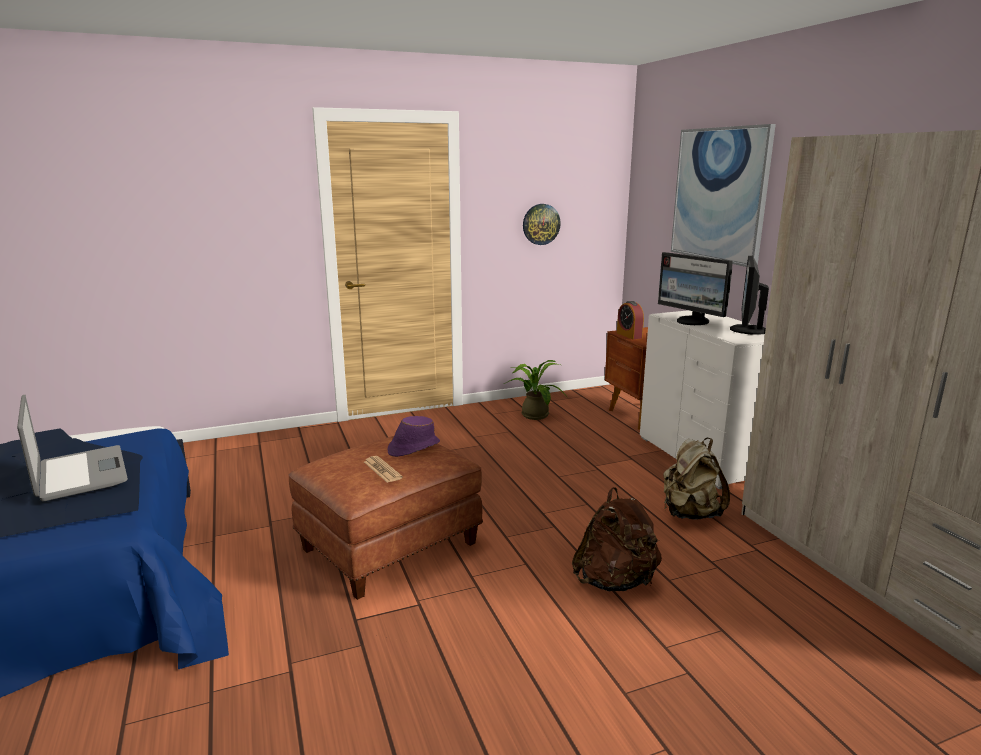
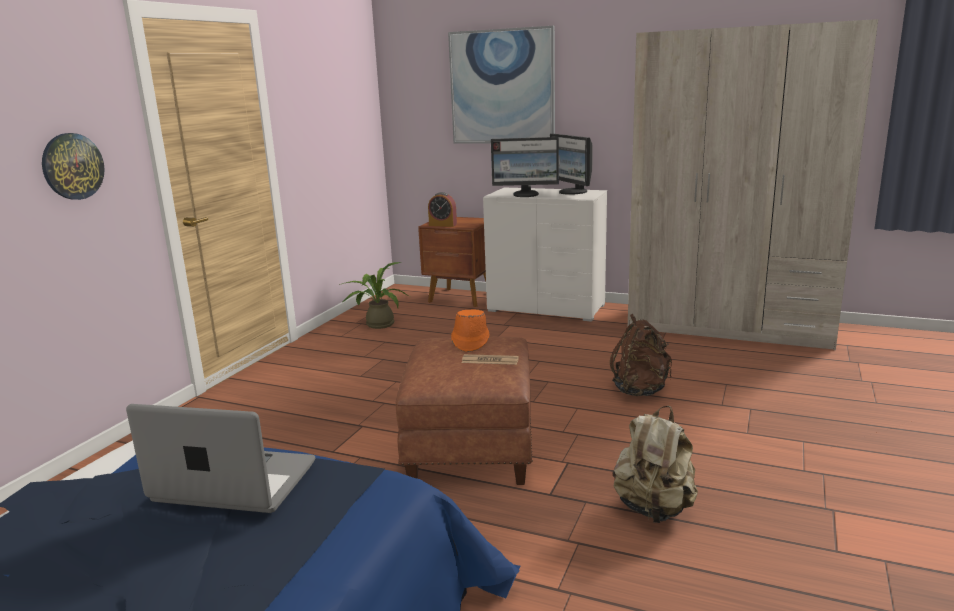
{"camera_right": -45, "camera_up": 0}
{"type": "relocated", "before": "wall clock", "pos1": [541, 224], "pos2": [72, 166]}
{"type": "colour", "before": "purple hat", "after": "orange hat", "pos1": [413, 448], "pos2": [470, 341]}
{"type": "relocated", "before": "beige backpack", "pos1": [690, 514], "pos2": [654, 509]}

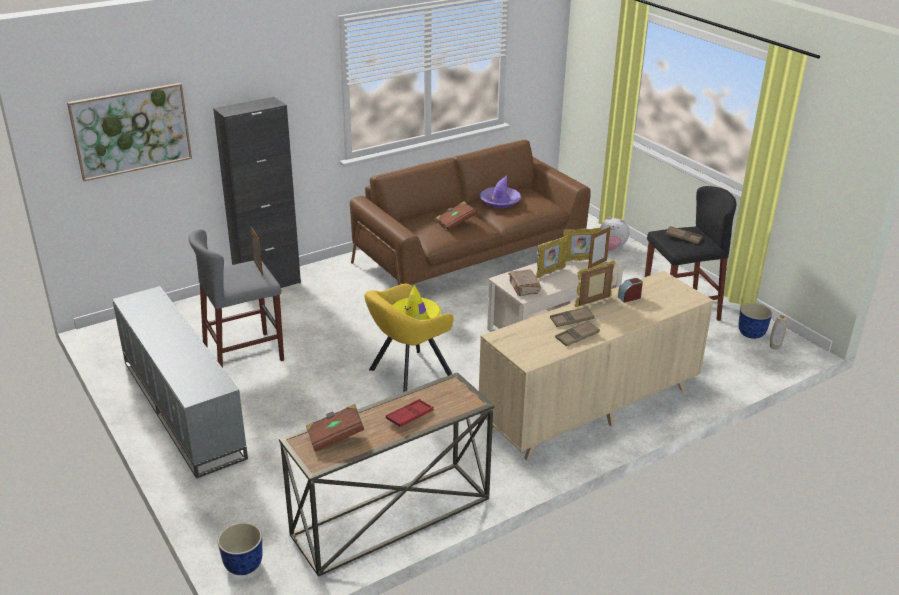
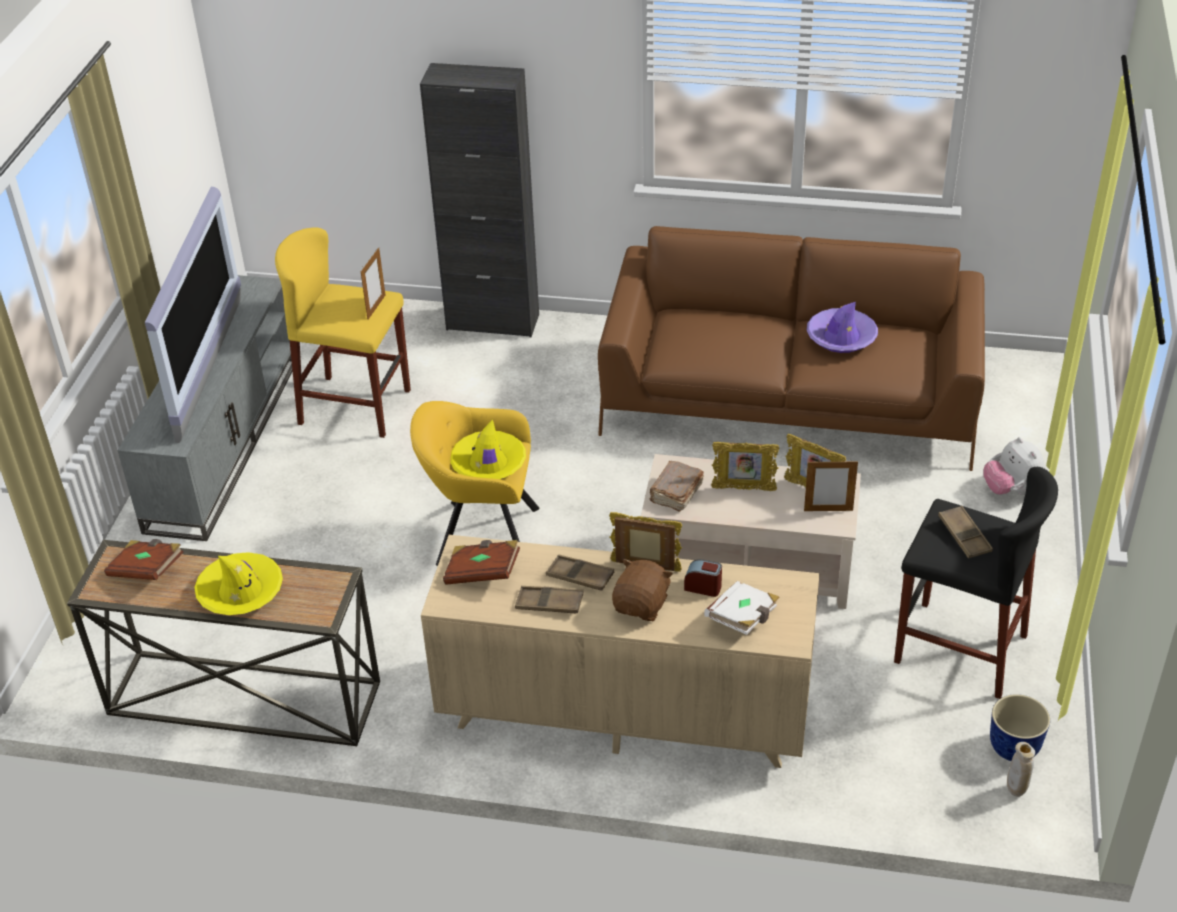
{"camera_right": 45, "camera_up": 10}
{"type": "missing", "before": "picture", "pos1": [131, 130]}
{"type": "relocated", "before": "brown book", "pos1": [455, 222], "pos2": [482, 572]}
{"type": "colour", "before": "grey stool", "after": "yellow stool", "pos1": [243, 354], "pos2": [355, 407]}
{"type": "exchanged", "before": "red tray", "after": "yellow hat", "pos1": [409, 416], "pos2": [240, 591]}
{"type": "missing", "before": "planter", "pos1": [243, 566]}
{"type": "appeared", "after": "television", "pos2": [212, 369]}
{"type": "appeared", "after": "brown plush toy", "pos2": [642, 605]}
{"type": "appeared", "after": "white book", "pos2": [742, 618]}

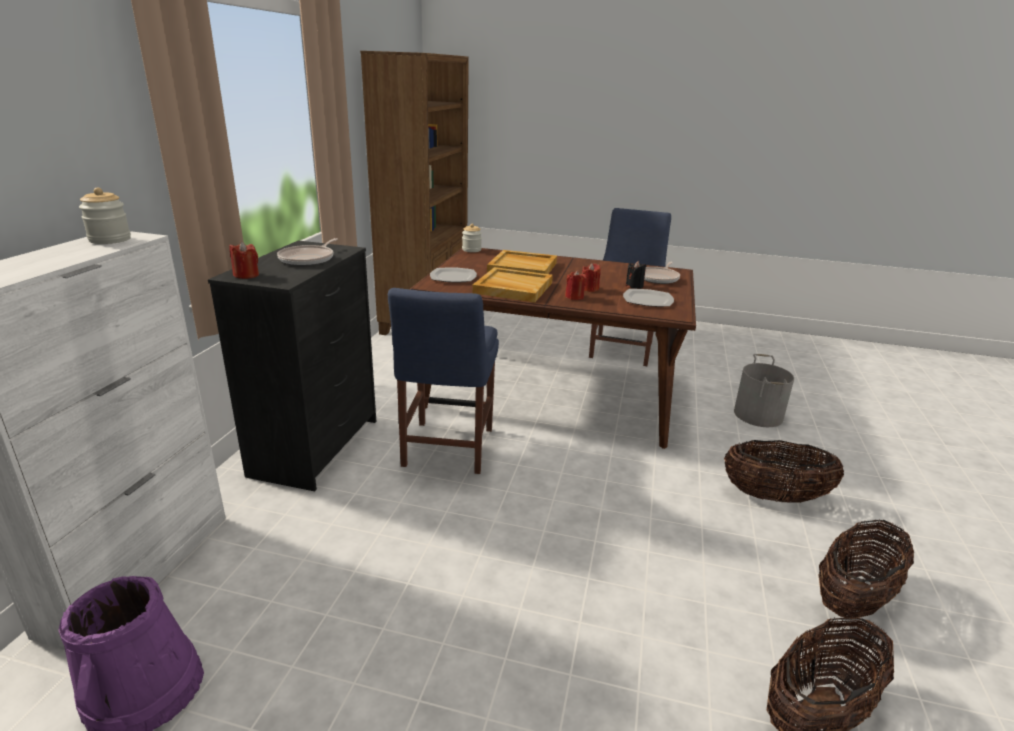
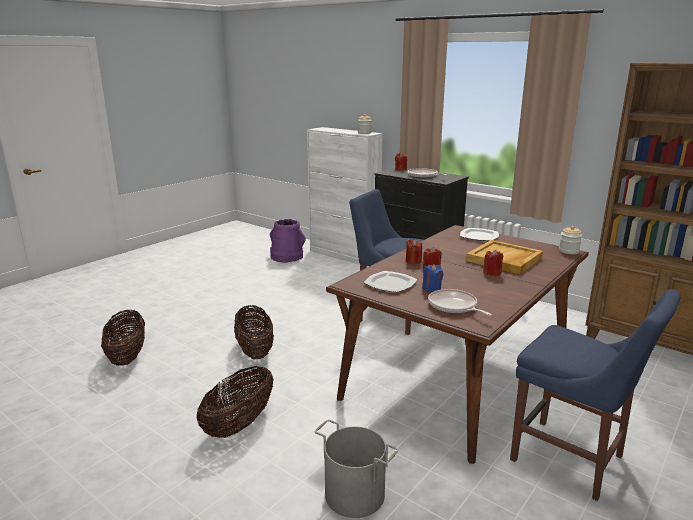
{"camera_right": 115, "camera_up": -5}
{"type": "colour", "before": "black candle", "after": "blue candle", "pos1": [634, 286], "pos2": [432, 288]}
{"type": "missing", "before": "beige tray", "pos1": [512, 288]}
{"type": "relocated", "before": "basket", "pos1": [853, 598], "pos2": [255, 351]}
{"type": "appeared", "after": "red candle", "pos2": [492, 273]}

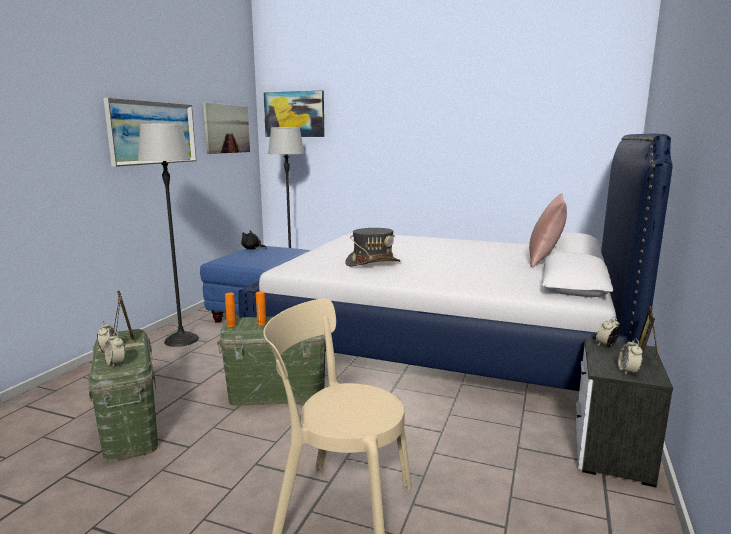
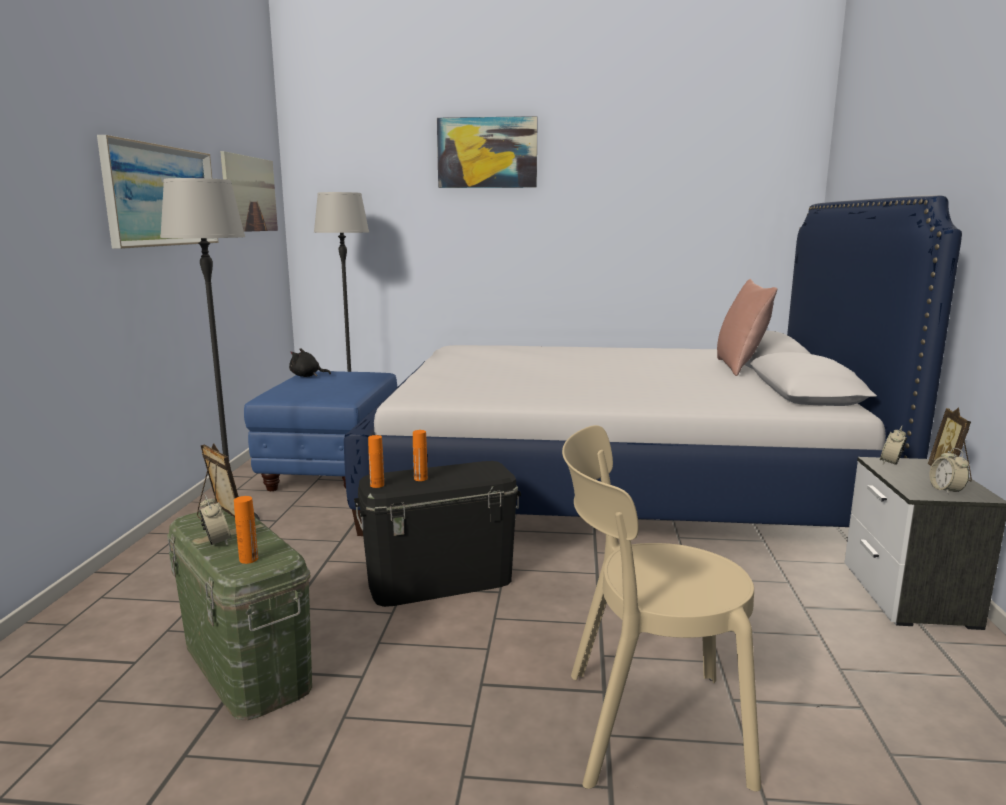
{"camera_right": -15, "camera_up": 0}
{"type": "relocated", "before": "picture", "pos1": [294, 114], "pos2": [487, 153]}
{"type": "missing", "before": "grey hat", "pos1": [373, 263]}
{"type": "colour", "before": "green storage box", "after": "black storage box", "pos1": [277, 393], "pos2": [440, 581]}
{"type": "exchanged", "before": "alarm clock", "after": "orange bottle", "pos1": [116, 364], "pos2": [248, 559]}

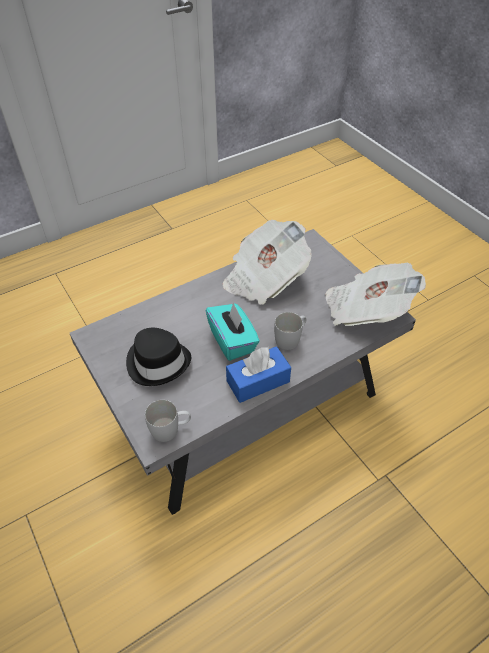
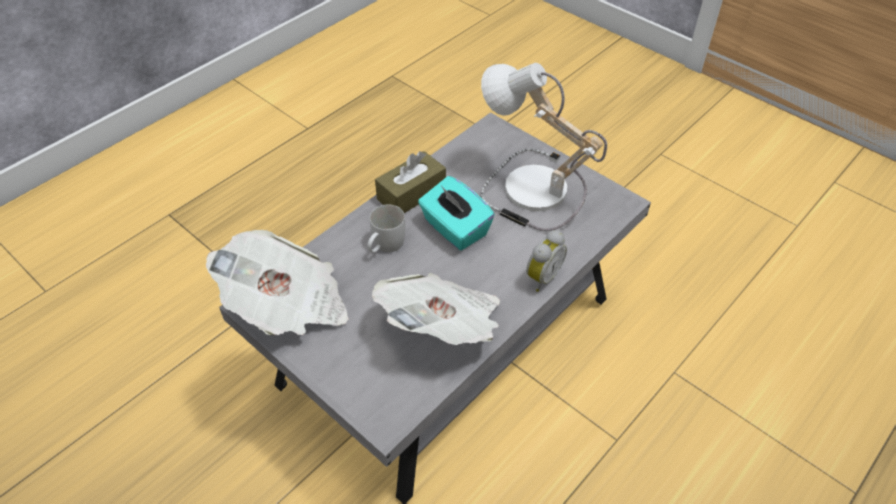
{"camera_right": 165, "camera_up": 0}
{"type": "exchanged", "before": "black hat", "after": "table lamp", "pos1": [158, 362], "pos2": [528, 191]}
{"type": "colour", "before": "blue tissue box", "after": "brown tissue box", "pos1": [258, 381], "pos2": [411, 193]}
{"type": "missing", "before": "white mug", "pos1": [170, 429]}
{"type": "appeared", "after": "alarm clock", "pos2": [541, 277]}

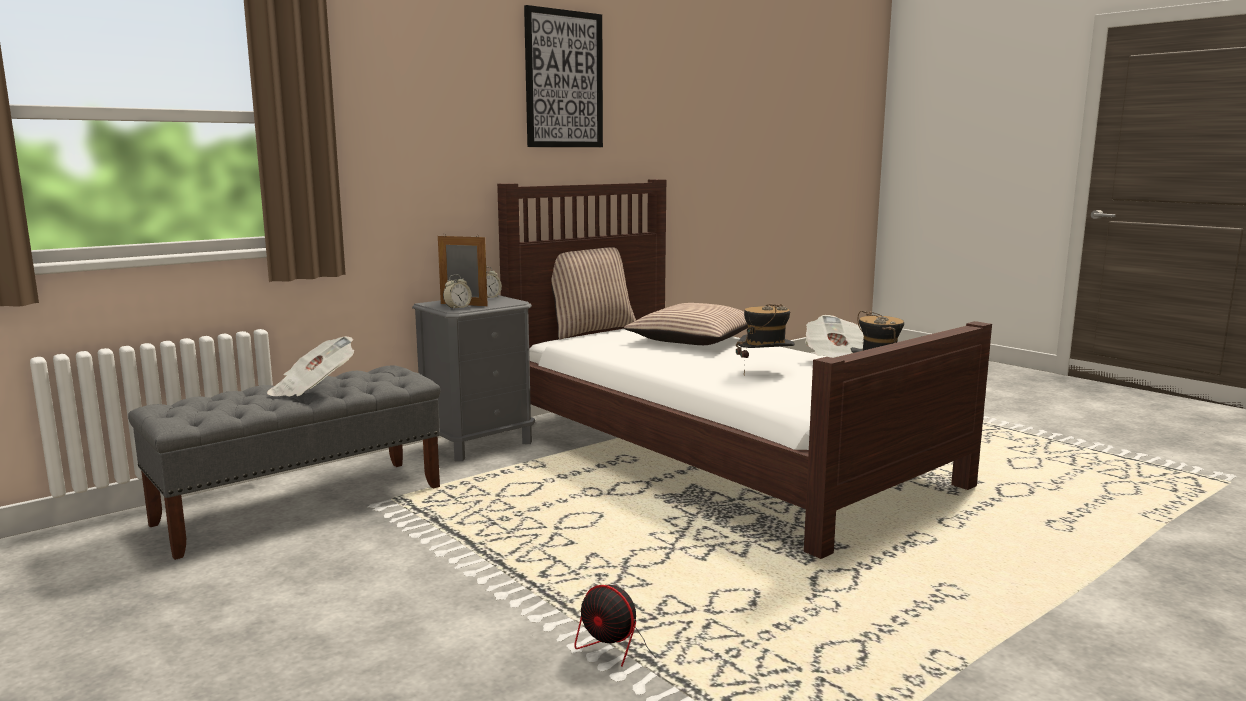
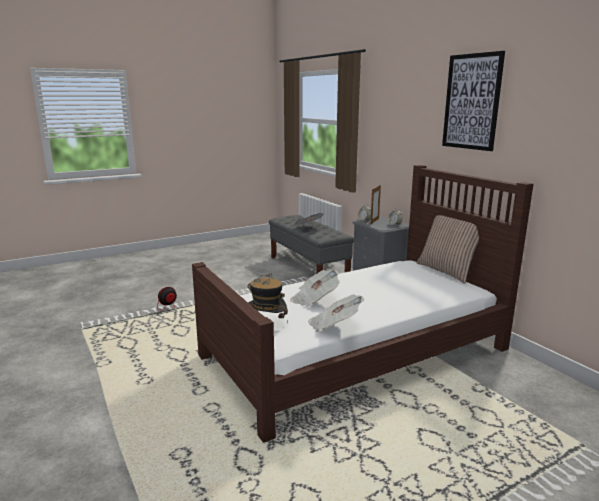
{"camera_right": 100, "camera_up": 5}
{"type": "missing", "before": "pillow", "pos1": [693, 339]}
{"type": "exchanged", "before": "hat", "after": "newspaper", "pos1": [764, 371], "pos2": [314, 300]}

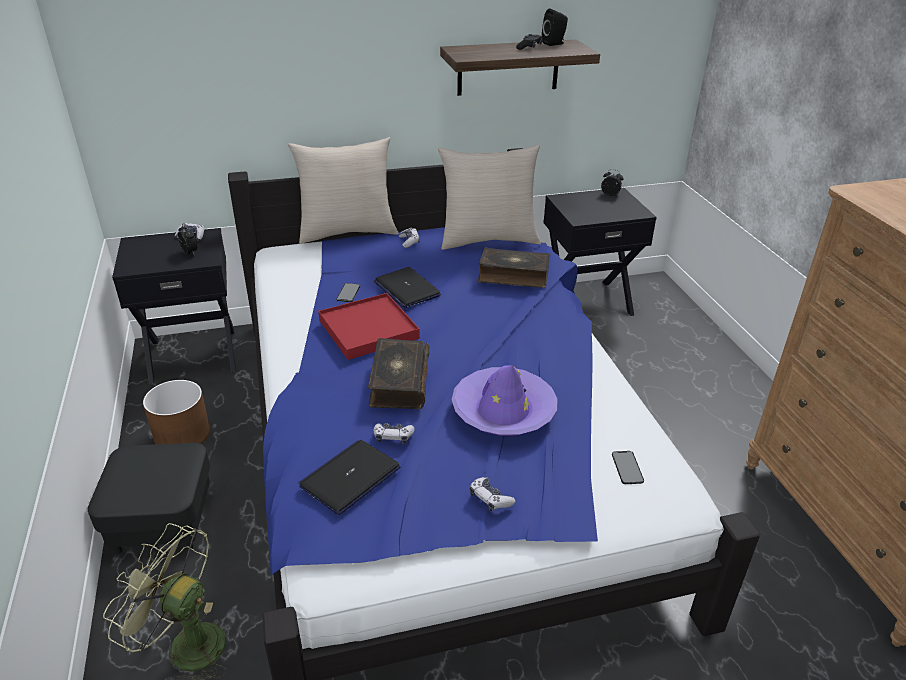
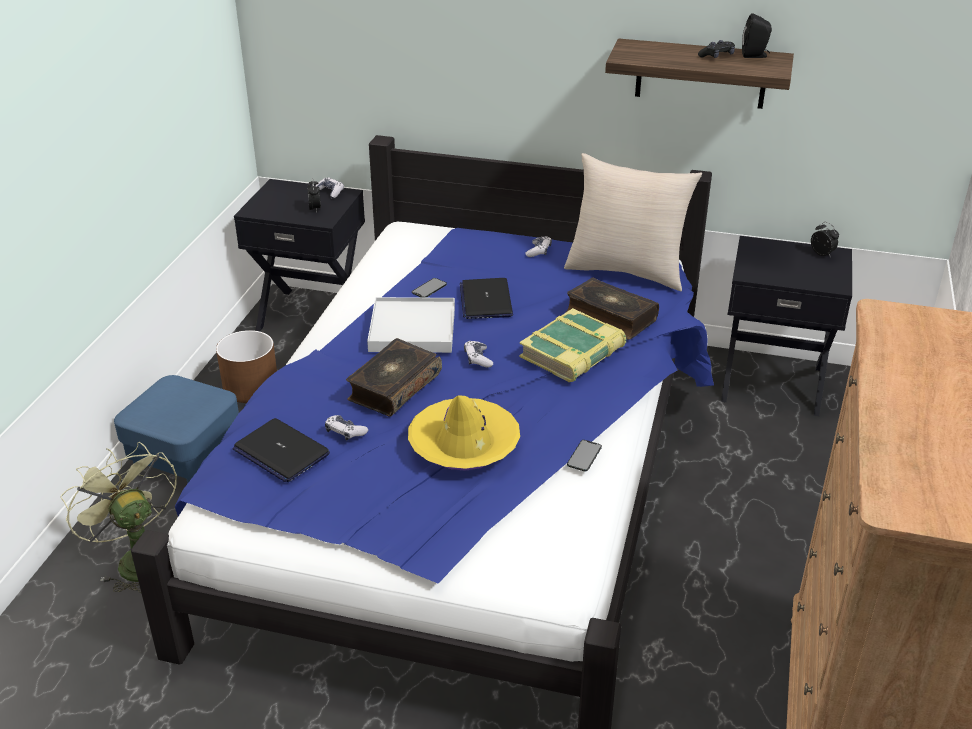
{"camera_right": 30, "camera_up": 0}
{"type": "missing", "before": "beige pillow", "pos1": [347, 232]}
{"type": "colour", "before": "red tray", "after": "white tray", "pos1": [368, 329], "pos2": [413, 329]}
{"type": "colour", "before": "purple hat", "after": "yellow hat", "pos1": [503, 410], "pos2": [464, 444]}
{"type": "spun", "before": "laptop", "pos1": [350, 477], "pos2": [281, 452], "turn": -120}
{"type": "colour", "before": "black ottoman", "after": "blue ottoman", "pos1": [163, 521], "pos2": [185, 456]}
{"type": "relocated", "before": "phone", "pos1": [627, 467], "pos2": [584, 456]}
{"type": "relocated", "before": "game controller", "pos1": [490, 499], "pos2": [478, 359]}
{"type": "appeared", "after": "book", "pos2": [573, 353]}

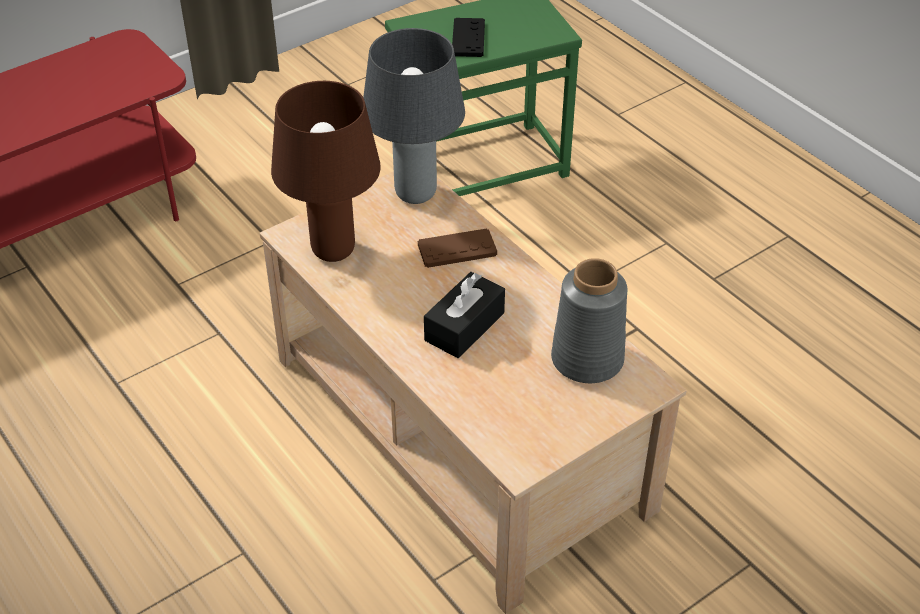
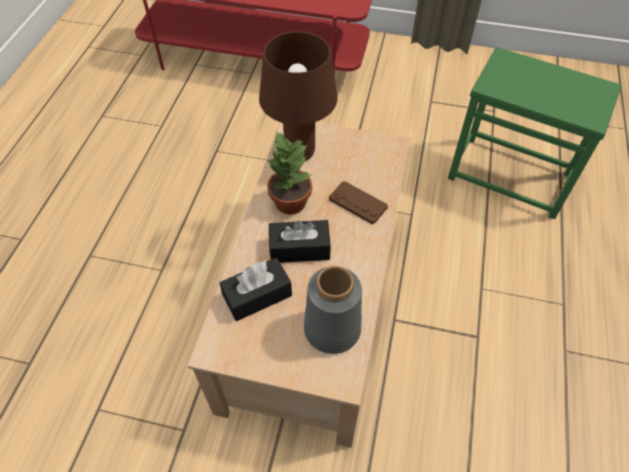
{"camera_right": 50, "camera_up": 10}
{"type": "missing", "before": "black game controller", "pos1": [468, 39]}
{"type": "missing", "before": "grey table lamp", "pos1": [414, 194]}
{"type": "appeared", "after": "potted plant", "pos2": [289, 202]}
{"type": "appeared", "after": "black tissue box", "pos2": [257, 296]}

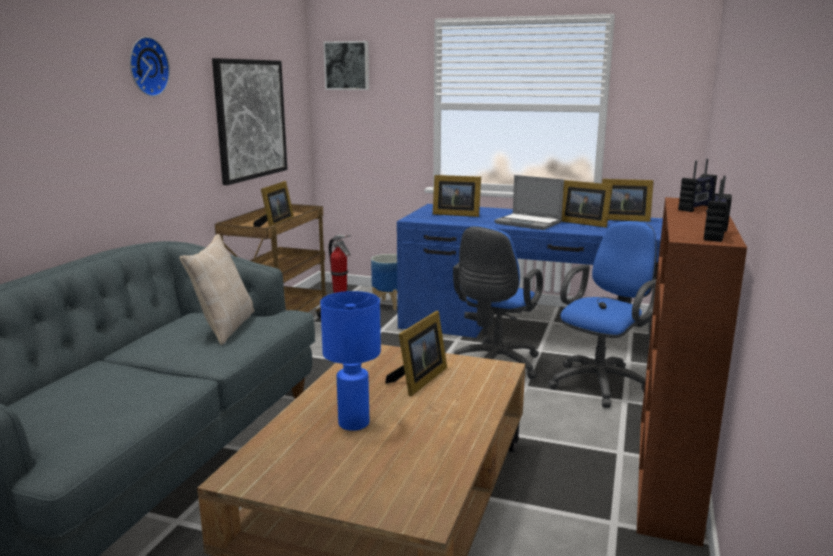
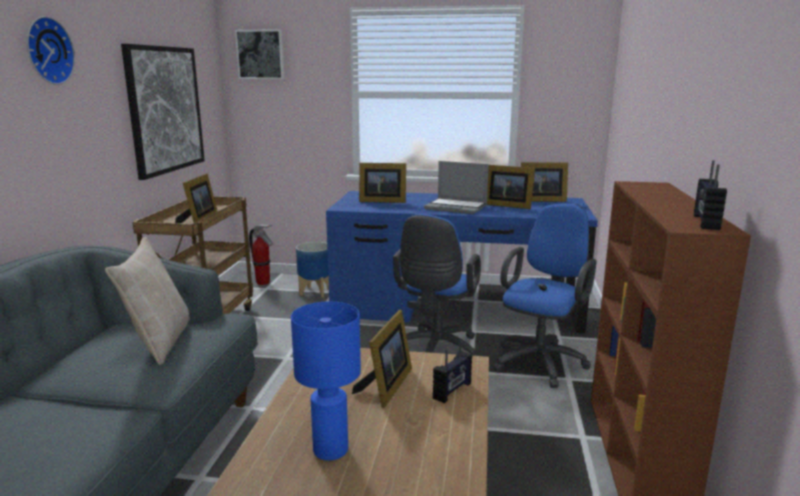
{"camera_right": -10, "camera_up": 0}
{"type": "relocated", "before": "radio", "pos1": [696, 208], "pos2": [452, 391]}

